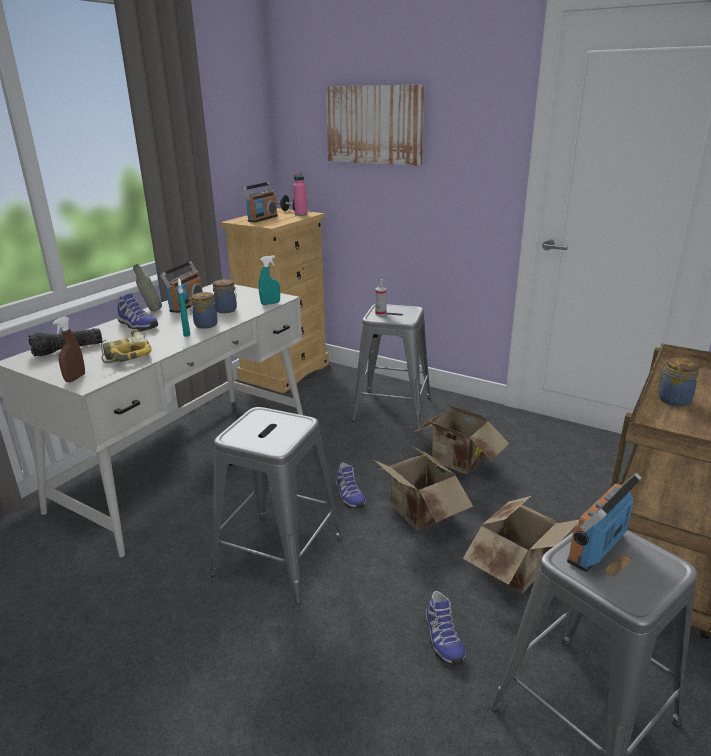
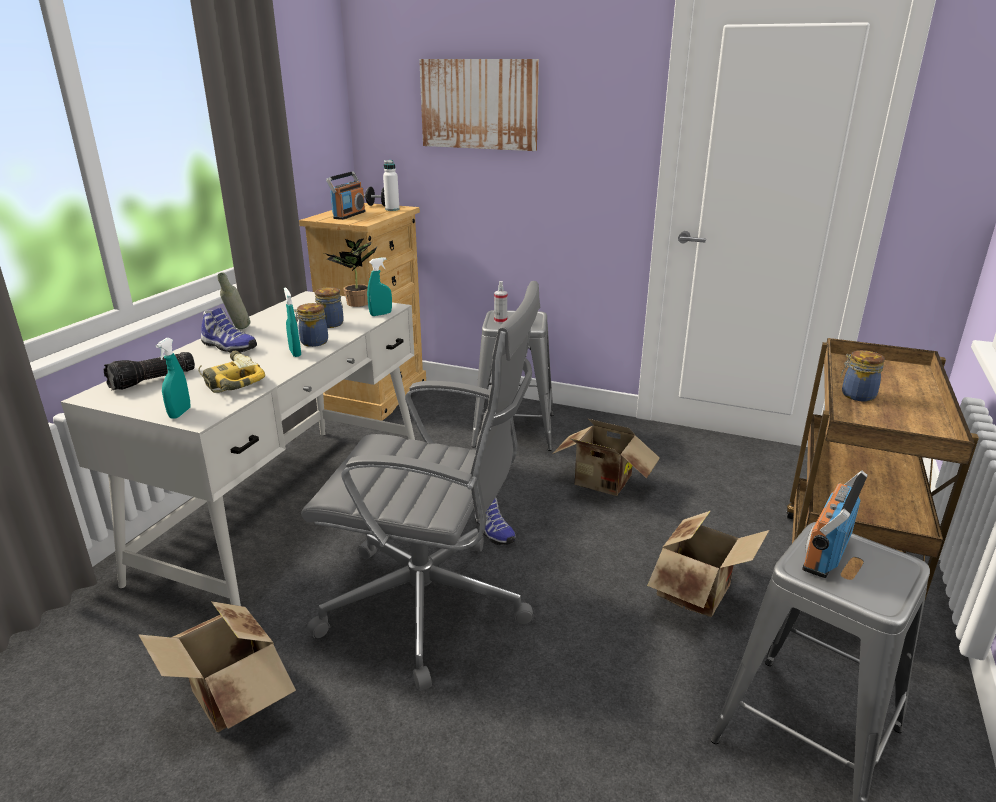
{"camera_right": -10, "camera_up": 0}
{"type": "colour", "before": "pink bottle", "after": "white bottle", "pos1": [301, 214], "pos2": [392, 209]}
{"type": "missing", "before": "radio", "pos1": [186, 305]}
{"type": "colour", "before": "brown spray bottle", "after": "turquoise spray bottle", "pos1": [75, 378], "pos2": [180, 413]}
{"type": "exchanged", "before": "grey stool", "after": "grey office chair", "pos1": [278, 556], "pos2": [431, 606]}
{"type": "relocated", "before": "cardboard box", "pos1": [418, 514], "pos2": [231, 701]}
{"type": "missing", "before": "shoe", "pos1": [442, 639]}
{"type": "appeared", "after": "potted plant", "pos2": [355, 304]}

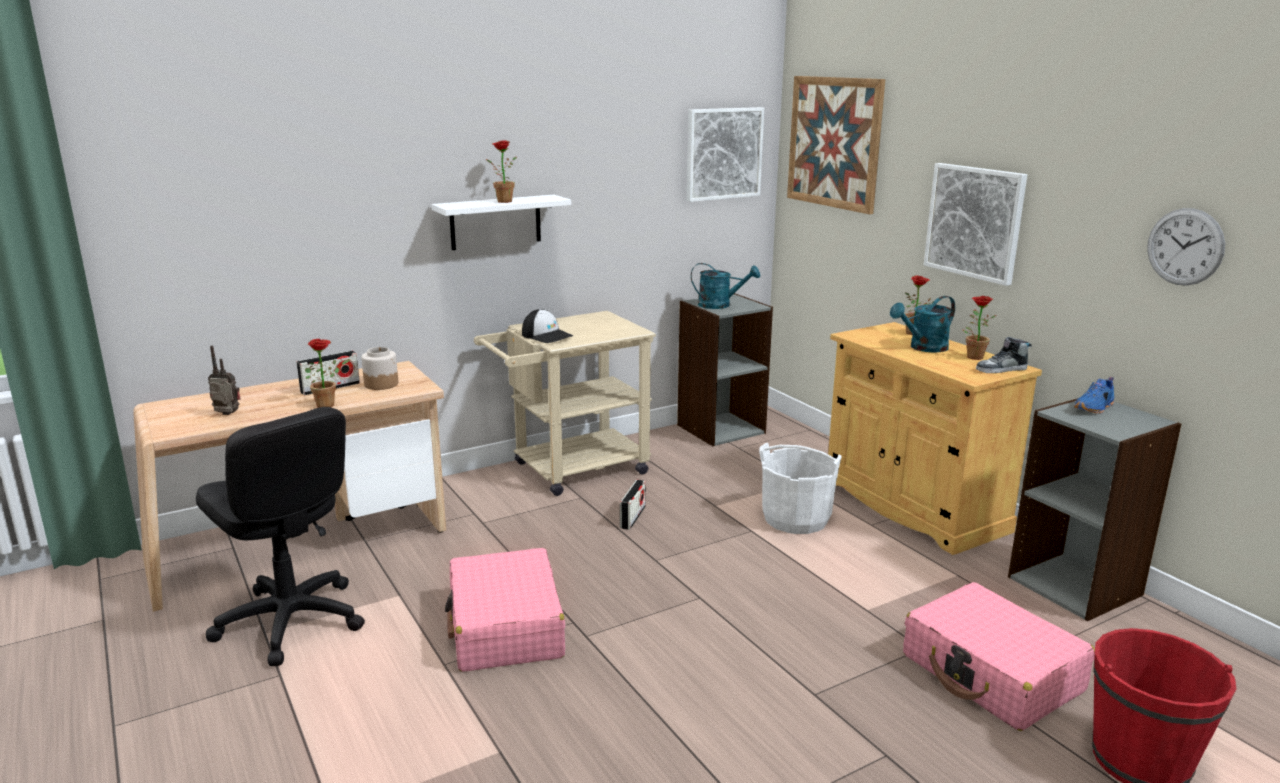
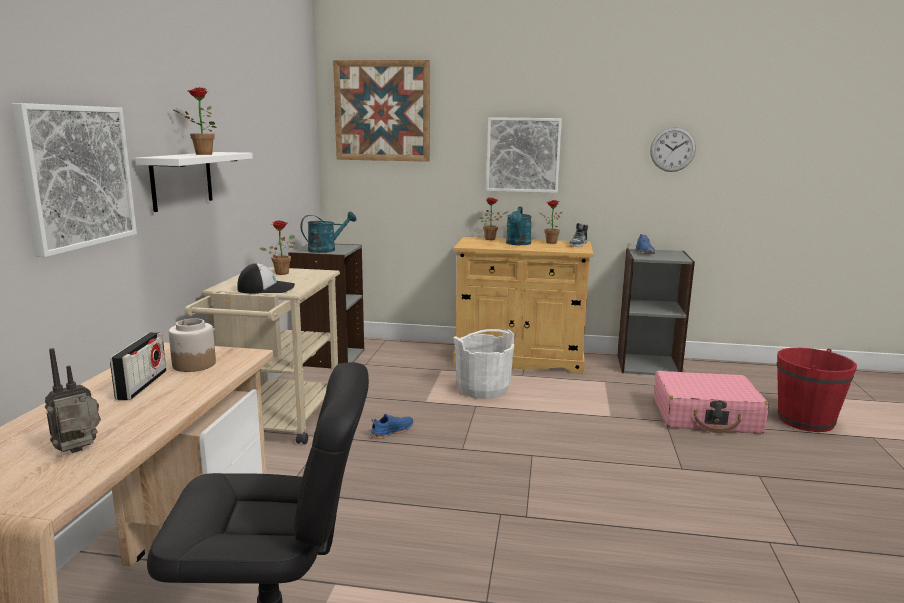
{"camera_right": -50, "camera_up": -5}
{"type": "relocated", "before": "picture", "pos1": [723, 153], "pos2": [77, 176]}
{"type": "relocated", "before": "potted plant", "pos1": [329, 404], "pos2": [283, 272]}
{"type": "exchanged", "before": "radio", "after": "blue shoe", "pos1": [633, 517], "pos2": [391, 432]}
{"type": "missing", "before": "pink suitcase", "pos1": [505, 627]}

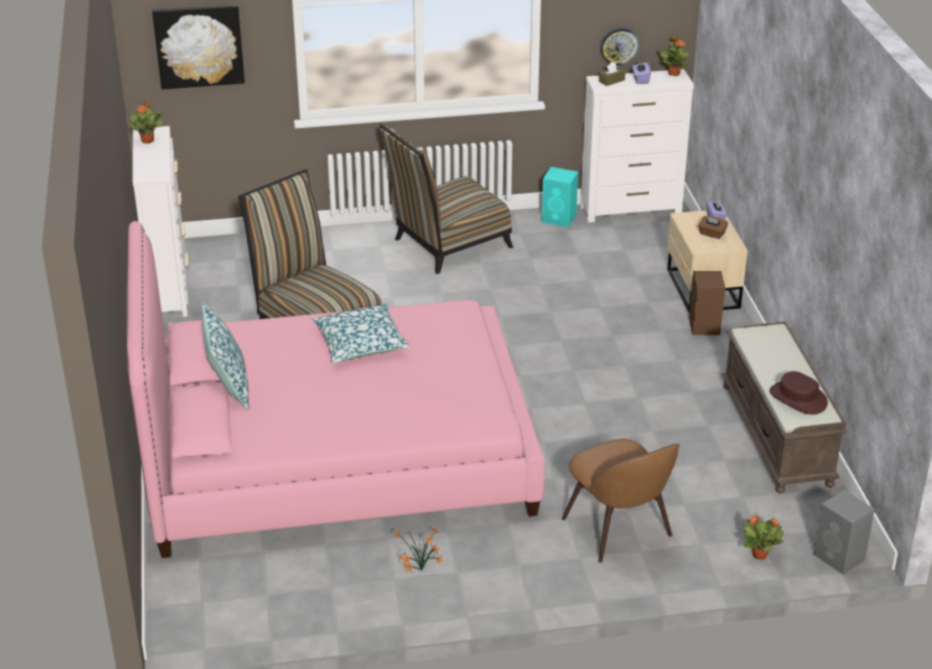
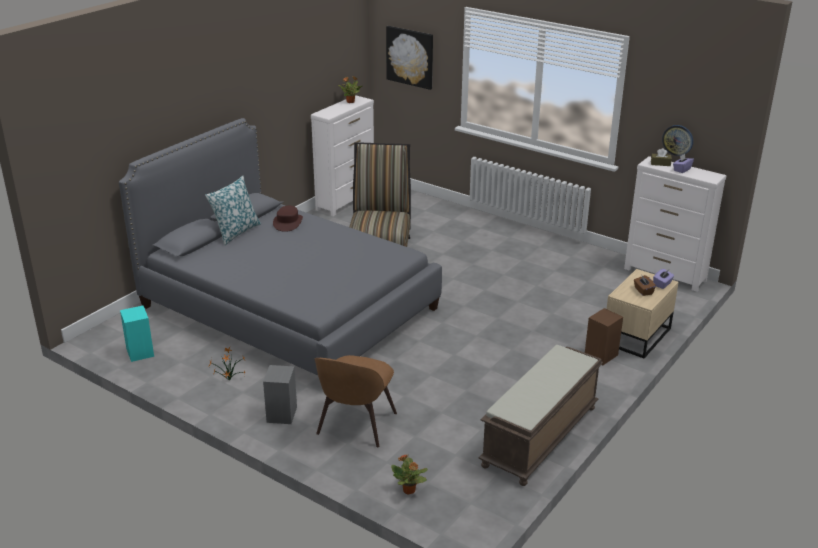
{"camera_right": 45, "camera_up": -5}
{"type": "missing", "before": "potted plant", "pos1": [674, 73]}
{"type": "missing", "before": "chair", "pos1": [446, 245]}
{"type": "relocated", "before": "turquoise speaker", "pos1": [559, 219], "pos2": [140, 353]}
{"type": "colour", "before": "pink bed", "after": "grey bed", "pos1": [336, 454], "pos2": [288, 307]}
{"type": "missing", "before": "pillow", "pos1": [360, 343]}
{"type": "relocated", "before": "brown hat", "pos1": [797, 398], "pos2": [288, 223]}
{"type": "relocated", "before": "grey speaker", "pos1": [840, 558], "pos2": [281, 415]}

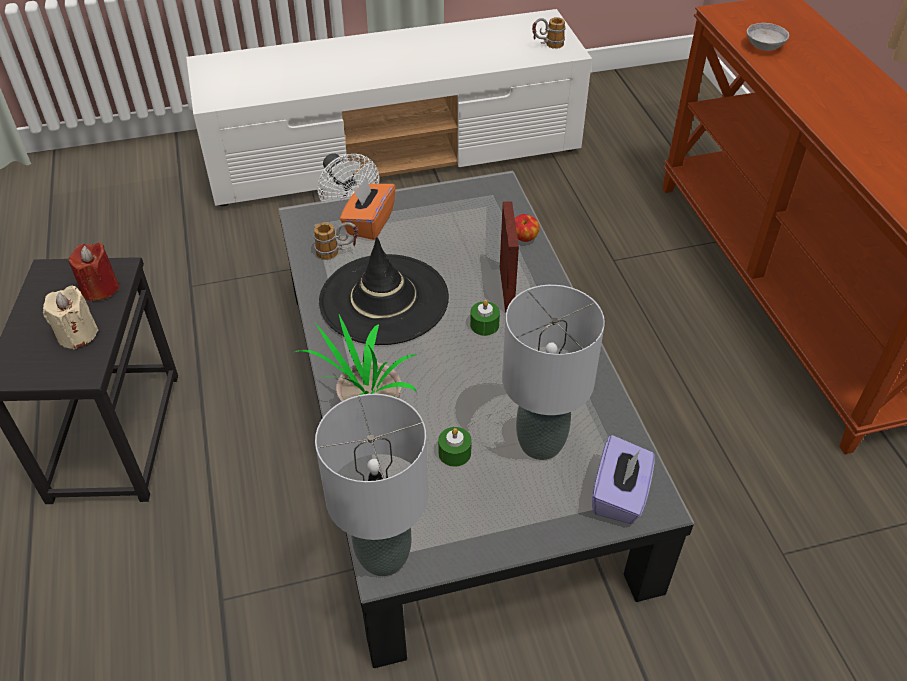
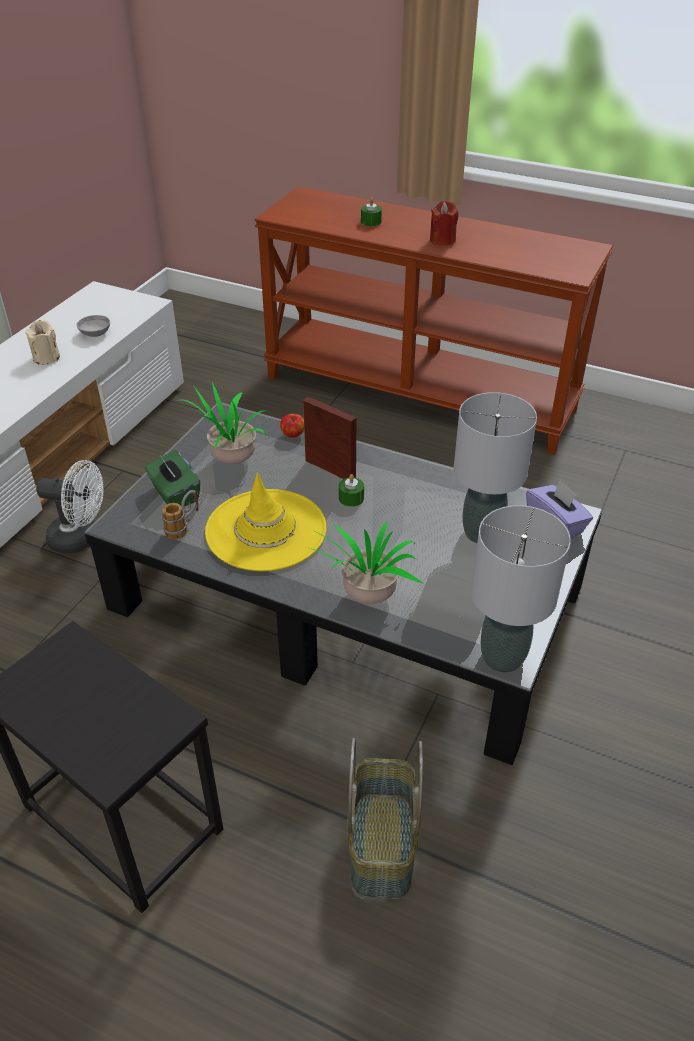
{"camera_right": -50, "camera_up": -5}
{"type": "missing", "before": "mug", "pos1": [547, 46]}
{"type": "relocated", "before": "grey bowl", "pos1": [764, 46], "pos2": [95, 333]}
{"type": "colour", "before": "orange tissue box", "after": "green tissue box", "pos1": [369, 223], "pos2": [175, 494]}
{"type": "colour", "before": "black hat", "after": "yellow hat", "pos1": [384, 300], "pos2": [266, 530]}
{"type": "relocated", "before": "red candle", "pos1": [100, 288], "pos2": [442, 240]}
{"type": "relocated", "before": "beige candle", "pos1": [77, 334], "pos2": [46, 358]}
{"type": "relocated", "before": "green candle", "pos1": [454, 453], "pos2": [371, 222]}
{"type": "appeared", "after": "potted plant", "pos2": [230, 461]}
{"type": "appeared", "after": "basket", "pos2": [383, 846]}

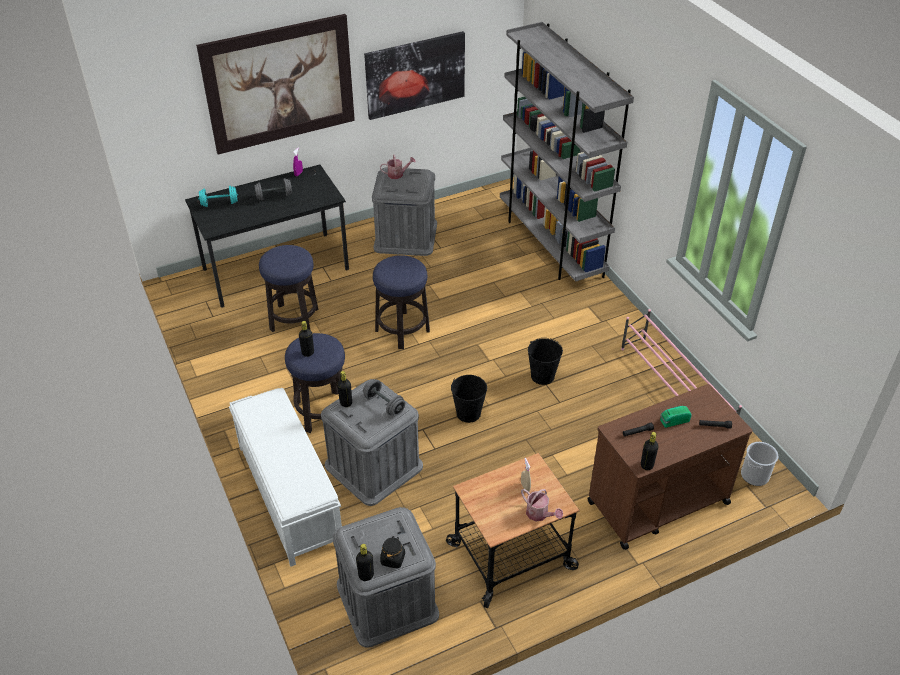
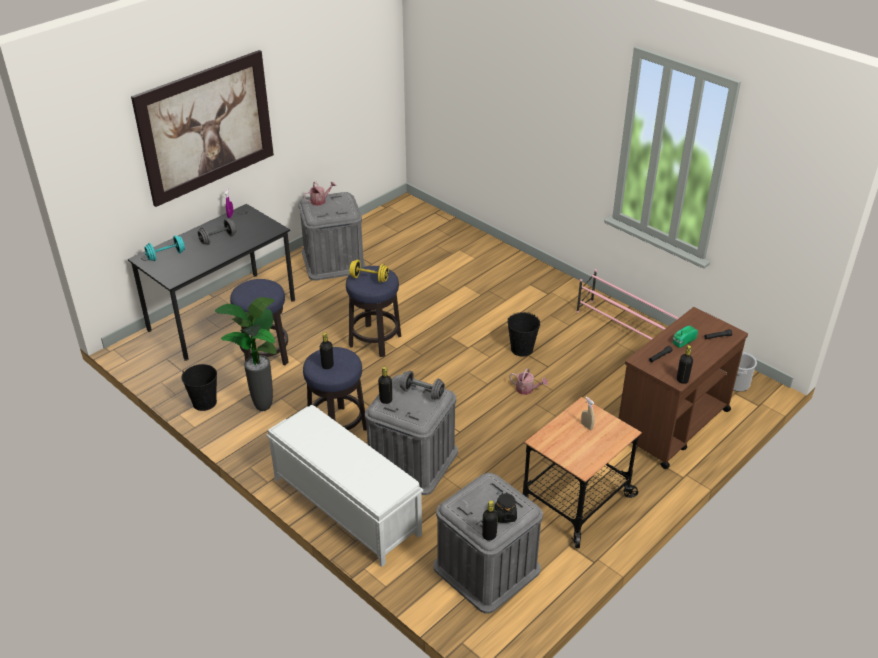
{"camera_right": -20, "camera_up": -5}
{"type": "missing", "before": "grey bookcase", "pos1": [551, 244]}
{"type": "missing", "before": "picture", "pos1": [415, 74]}
{"type": "relocated", "before": "black bucket", "pos1": [468, 413], "pos2": [204, 402]}
{"type": "relocated", "before": "watering can", "pos1": [539, 514], "pos2": [527, 390]}
{"type": "appeared", "after": "yellow dumbbell", "pos2": [369, 278]}
{"type": "appeared", "after": "potted plant", "pos2": [262, 407]}

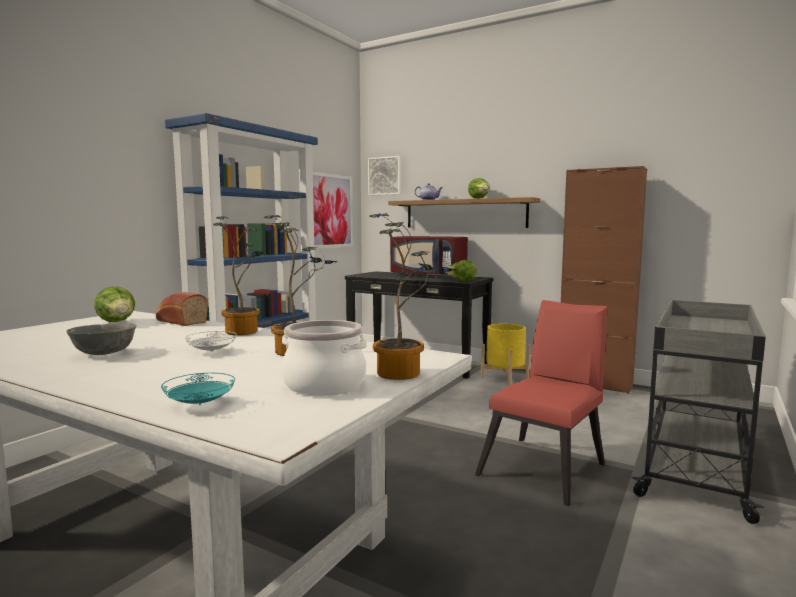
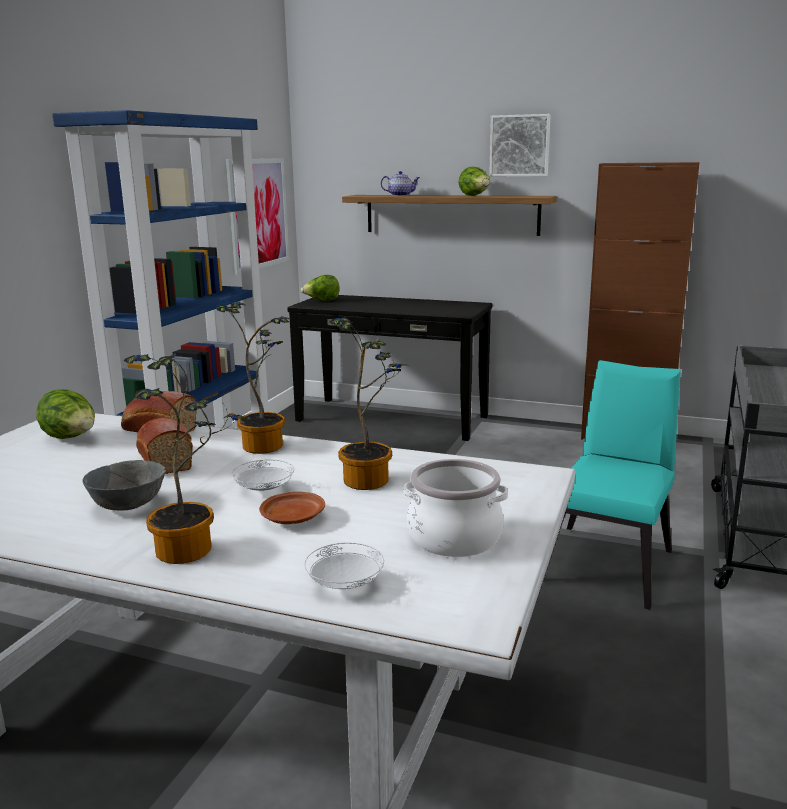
{"camera_right": -10, "camera_up": 10}
{"type": "relocated", "before": "picture", "pos1": [385, 176], "pos2": [520, 145]}
{"type": "relocated", "before": "potted plant", "pos1": [405, 373], "pos2": [193, 549]}
{"type": "missing", "before": "red microwave", "pos1": [429, 276]}
{"type": "relocated", "before": "lettuce", "pos1": [461, 281], "pos2": [322, 301]}
{"type": "colour", "before": "red chair", "after": "turquoise chair", "pos1": [547, 467], "pos2": [610, 561]}
{"type": "missing", "before": "yellow planter", "pos1": [504, 377]}
{"type": "colour", "before": "turquoise plate", "after": "white plate", "pos1": [200, 404], "pos2": [345, 585]}
{"type": "appeared", "after": "bread", "pos2": [163, 460]}
{"type": "appeared", "after": "brown plate", "pos2": [293, 518]}

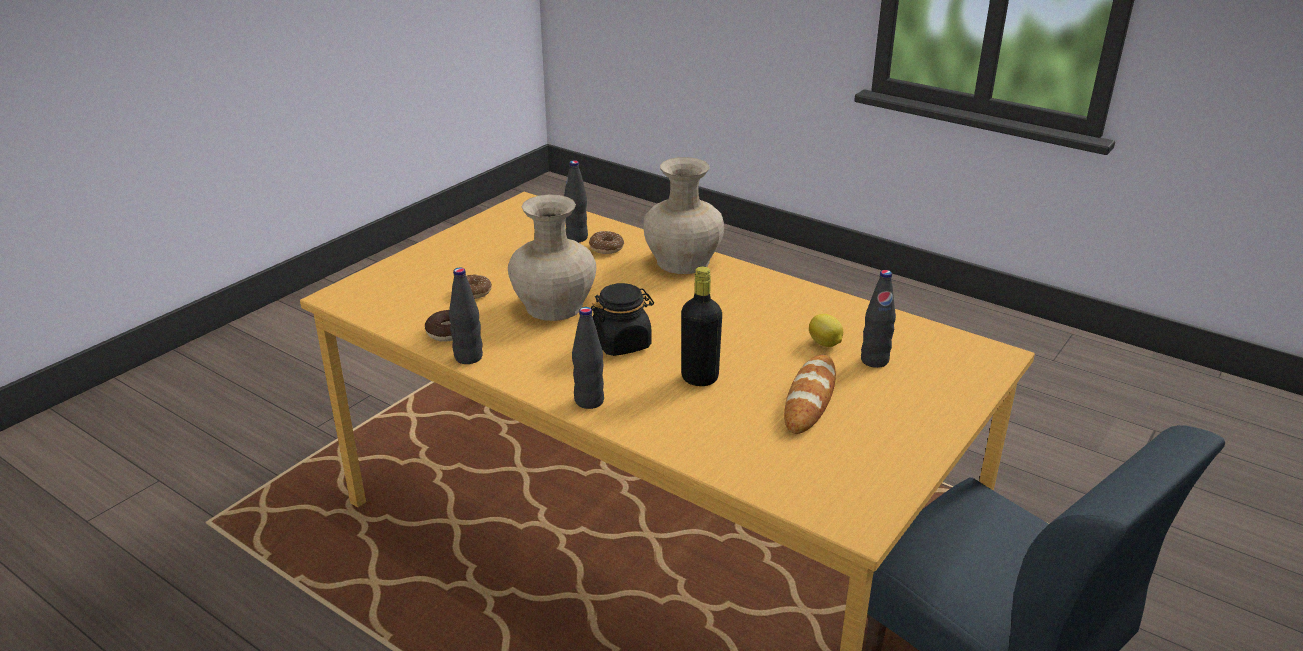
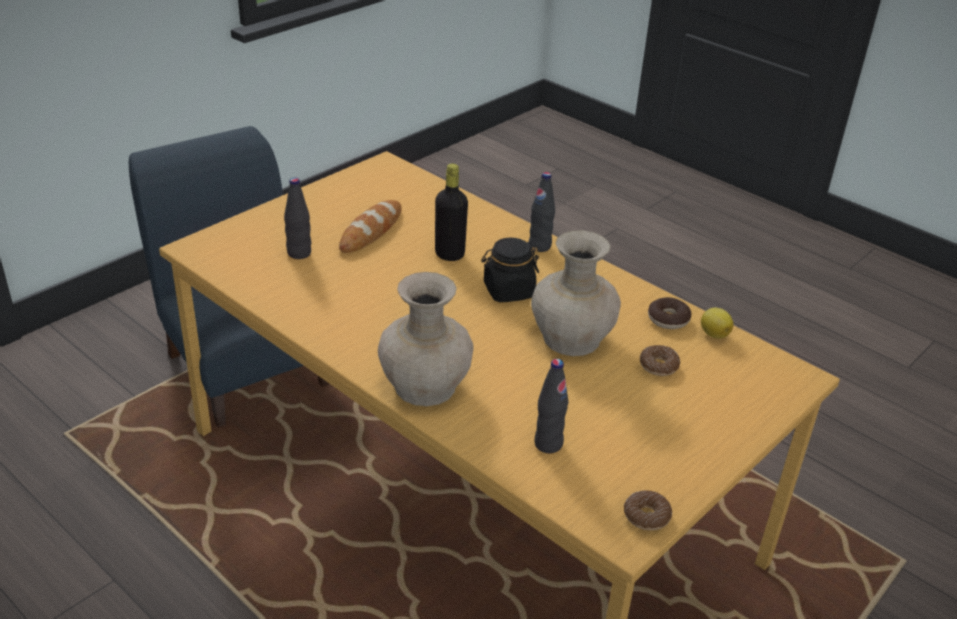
{"camera_right": -175, "camera_up": 5}
{"type": "relocated", "before": "donut", "pos1": [606, 248], "pos2": [646, 516]}
{"type": "missing", "before": "black bottle", "pos1": [468, 357]}
{"type": "relocated", "before": "lemon", "pos1": [825, 344], "pos2": [713, 333]}

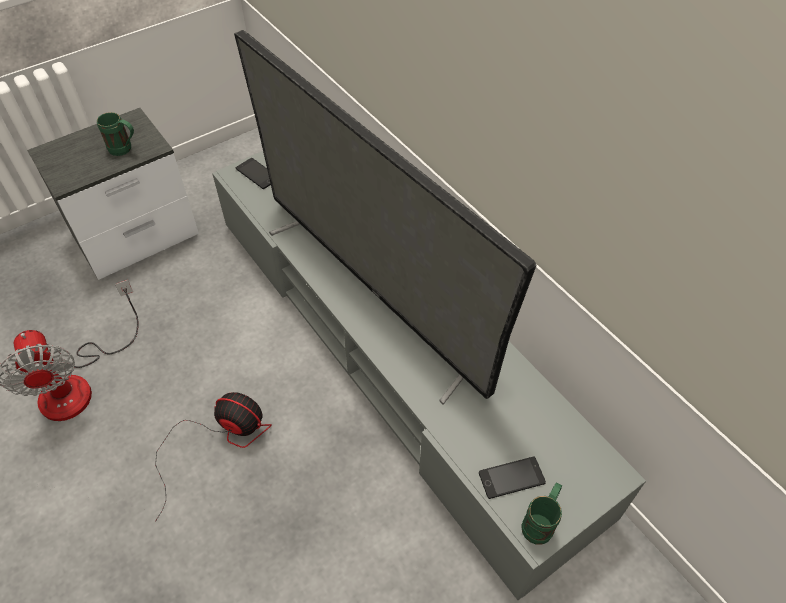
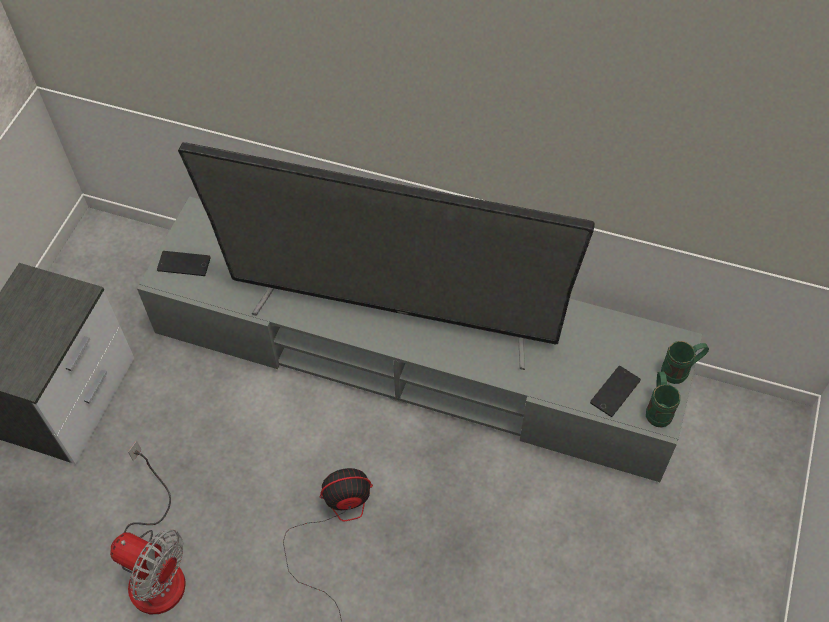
{"camera_right": -35, "camera_up": 5}
{"type": "relocated", "before": "green mug", "pos1": [125, 150], "pos2": [680, 371]}

